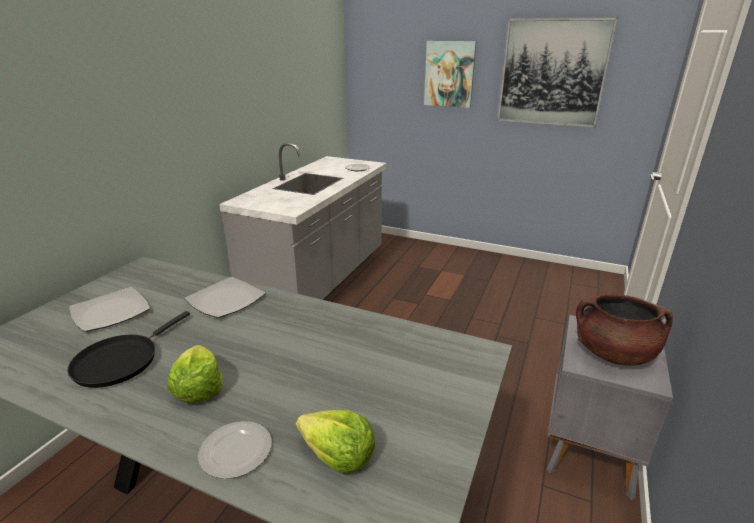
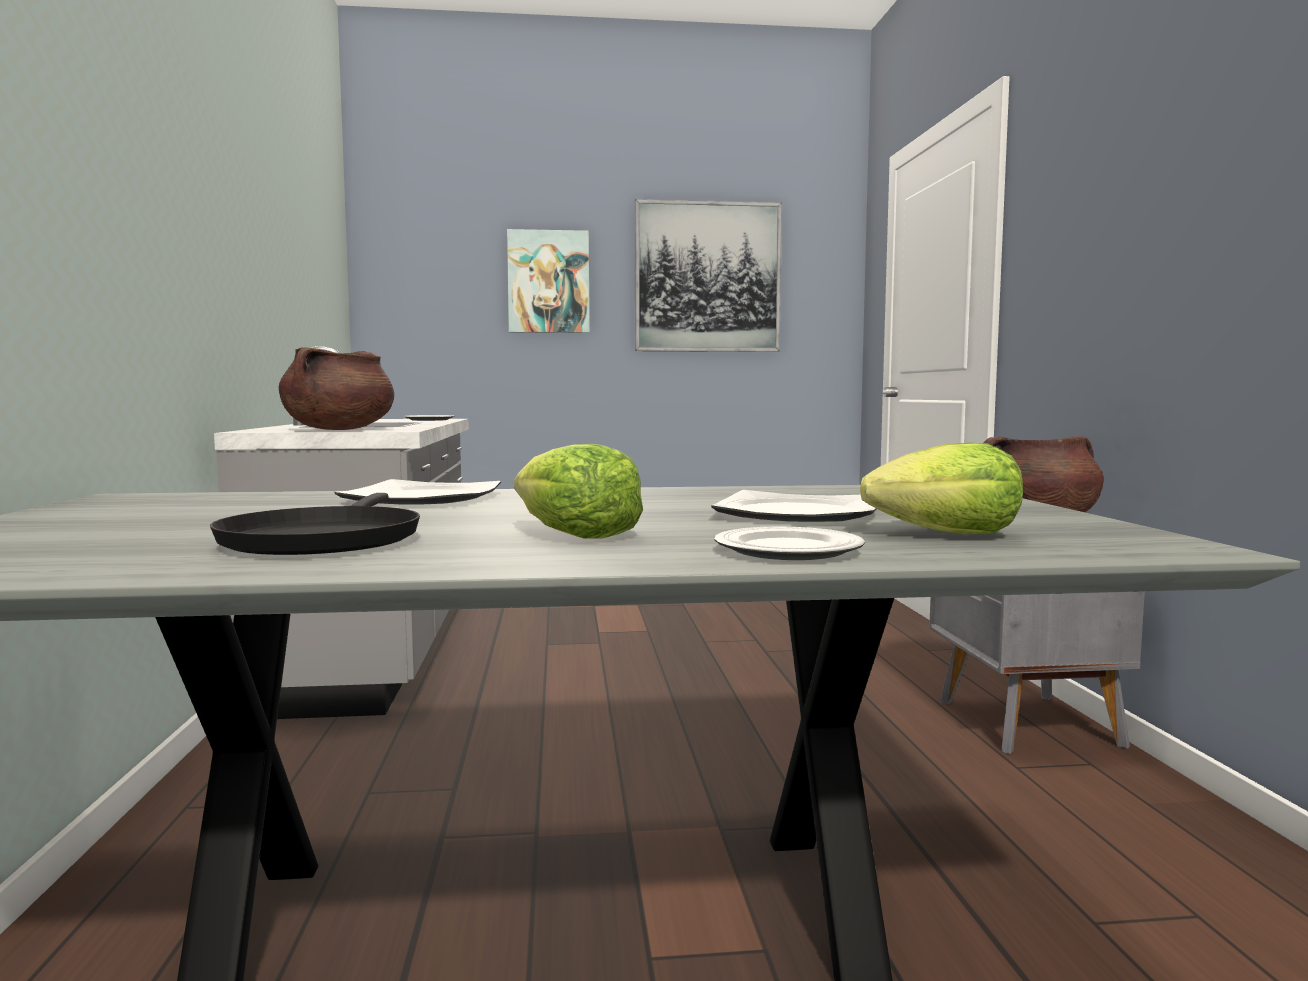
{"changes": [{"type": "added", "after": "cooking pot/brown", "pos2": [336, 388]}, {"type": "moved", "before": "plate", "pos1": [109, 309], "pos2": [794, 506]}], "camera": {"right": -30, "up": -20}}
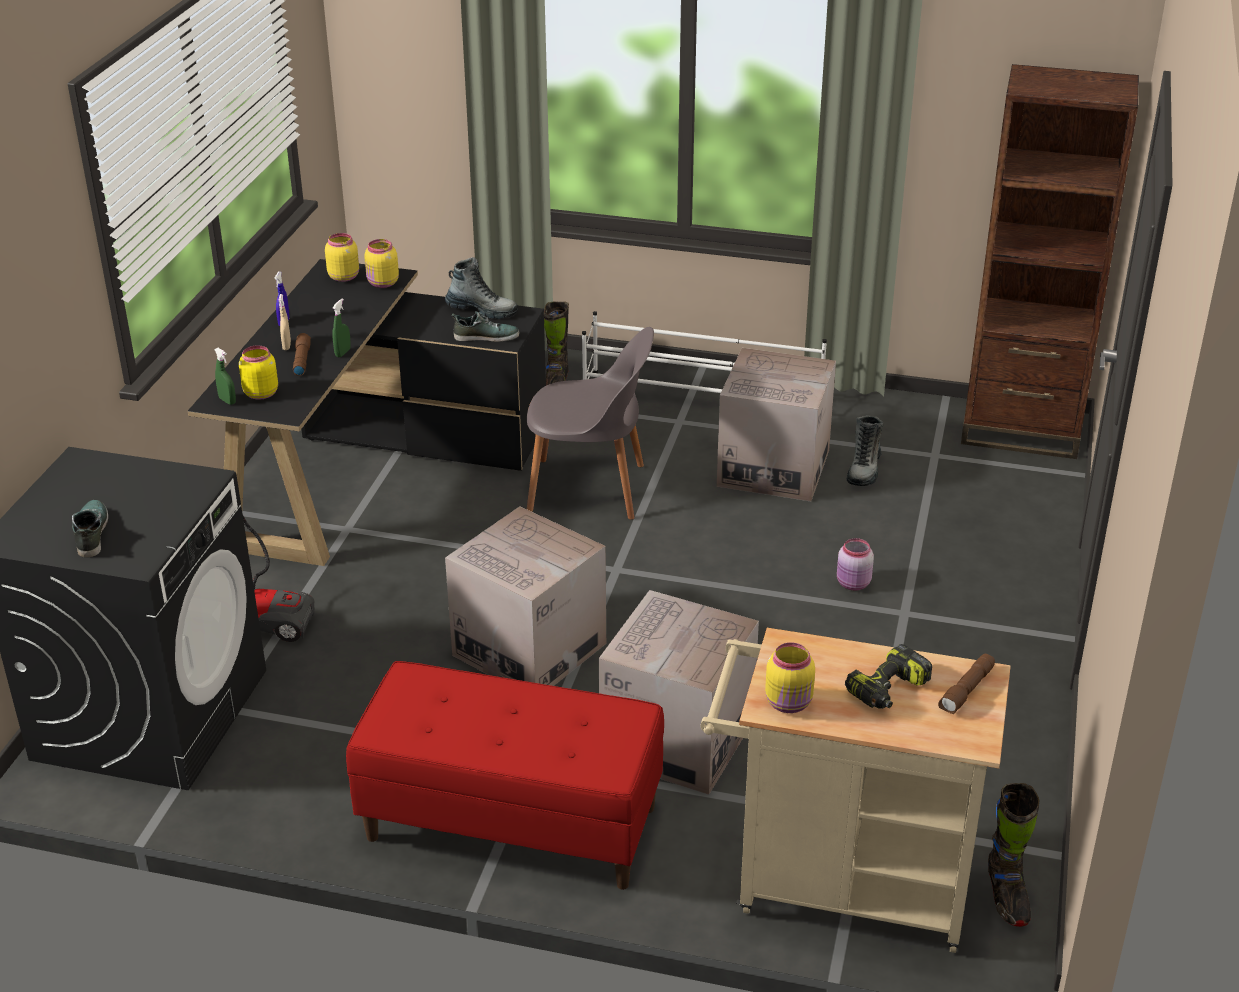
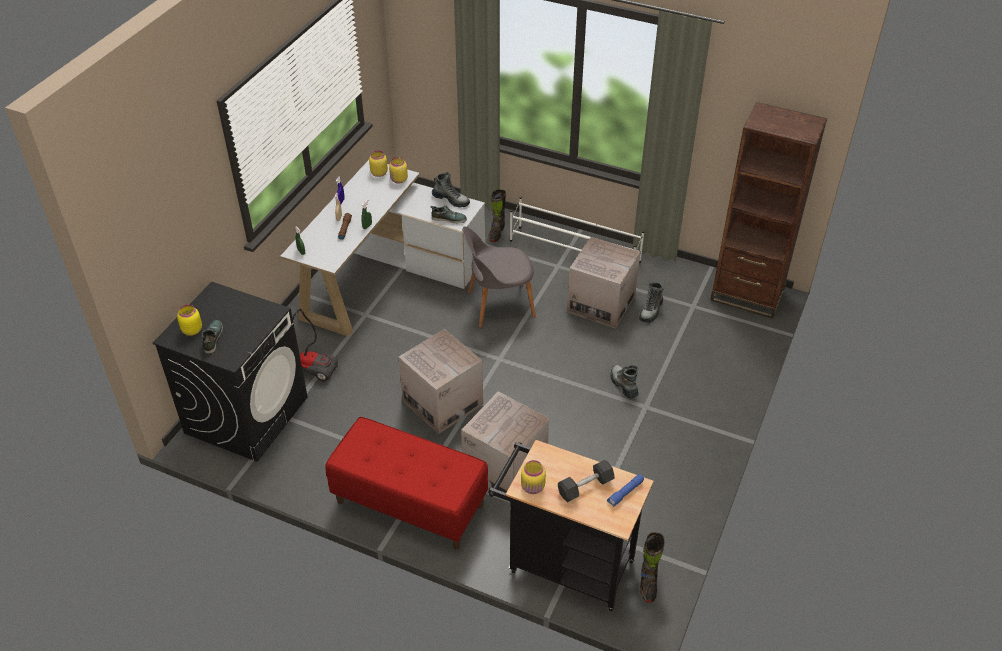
{"changes": [{"type": "moved", "before": "jar/yellow", "pos1": [258, 372], "pos2": [189, 320]}, {"type": "recoloured", "before": "desk/black", "after": "desk/white", "pos1": [367, 412], "pos2": [382, 248]}, {"type": "turned", "before": "chair/grey", "pos1": [590, 423], "pos2": [499, 277], "turn": 150}, {"type": "recoloured", "before": "cart/beige", "after": "cart/black", "pos1": [855, 790], "pos2": [571, 525]}, {"type": "replaced", "before": "power drill", "after": "dumbbell/grey", "pos1": [888, 676], "pos2": [586, 481]}, {"type": "recoloured", "before": "flashlight/brown", "after": "flashlight/blue", "pos1": [966, 684], "pos2": [625, 490]}, {"type": "replaced", "before": "jar/pink", "after": "boot", "pos1": [855, 564], "pos2": [624, 381]}], "camera": {"right": 10, "up": 10}}
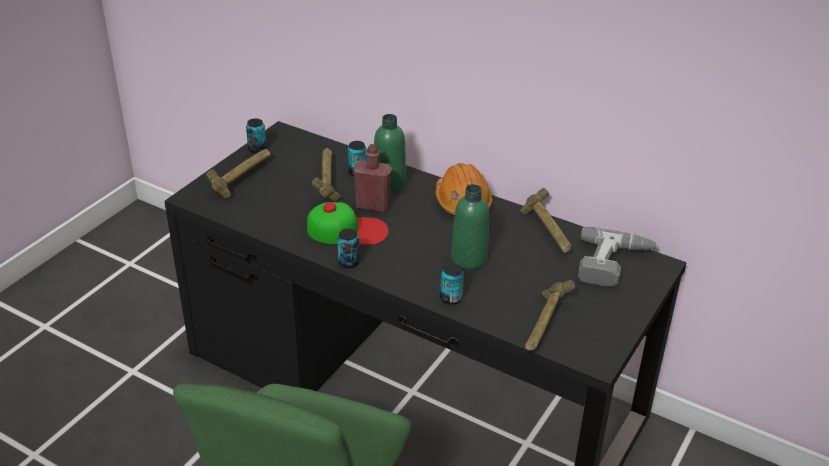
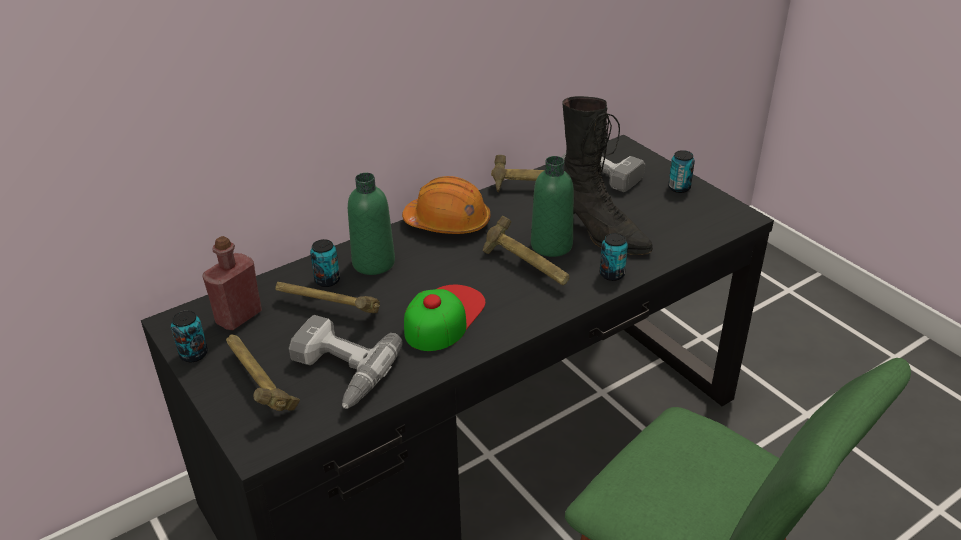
{"changes": [{"type": "moved", "before": "bottle/red", "pos1": [372, 178], "pos2": [232, 283]}, {"type": "added", "after": "power drill", "pos2": [346, 362]}, {"type": "moved", "before": "hammer", "pos1": [550, 315], "pos2": [526, 250]}, {"type": "added", "after": "boot/black", "pos2": [607, 175]}, {"type": "moved", "before": "can", "pos1": [348, 248], "pos2": [681, 171]}], "camera": {"right": -65, "up": 0}}
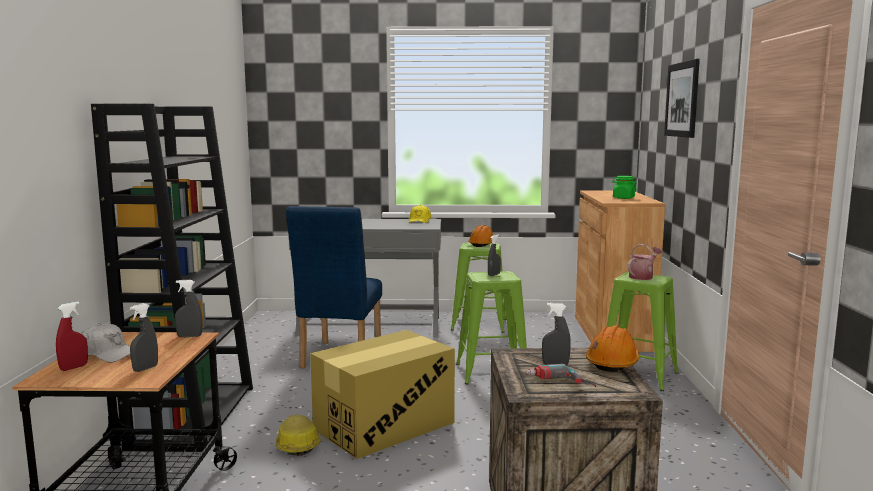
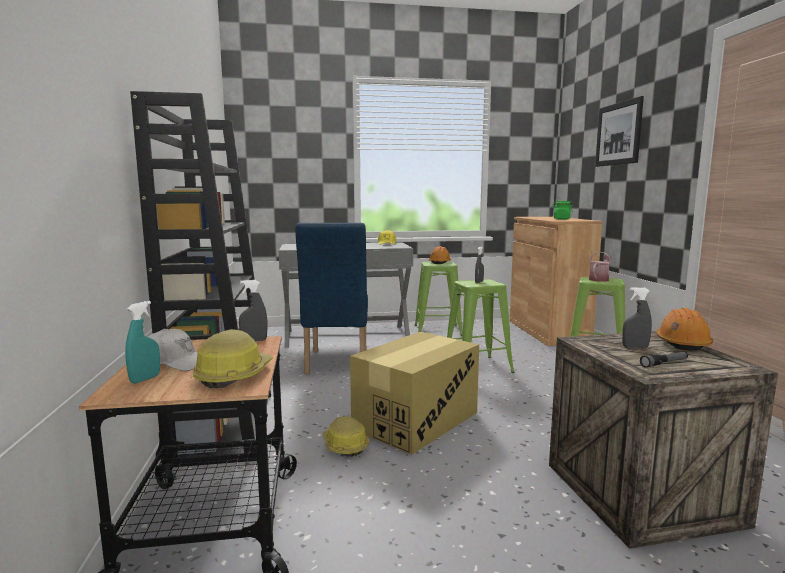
{"changes": [{"type": "recoloured", "before": "spray bottle/red", "after": "spray bottle/turquoise", "pos1": [72, 336], "pos2": [142, 342]}, {"type": "replaced", "before": "spray bottle/grey", "after": "hard hat", "pos1": [144, 337], "pos2": [233, 358]}, {"type": "replaced", "before": "power drill", "after": "flashlight", "pos1": [560, 375], "pos2": [664, 360]}], "camera": {"right": -10, "up": 0}}
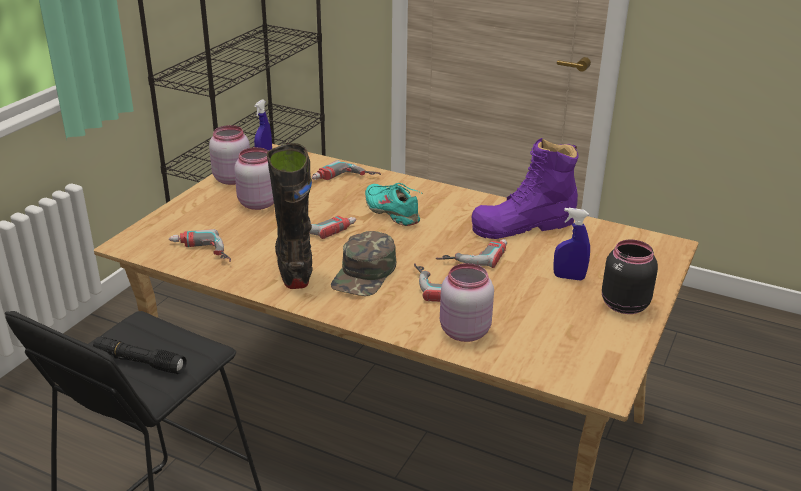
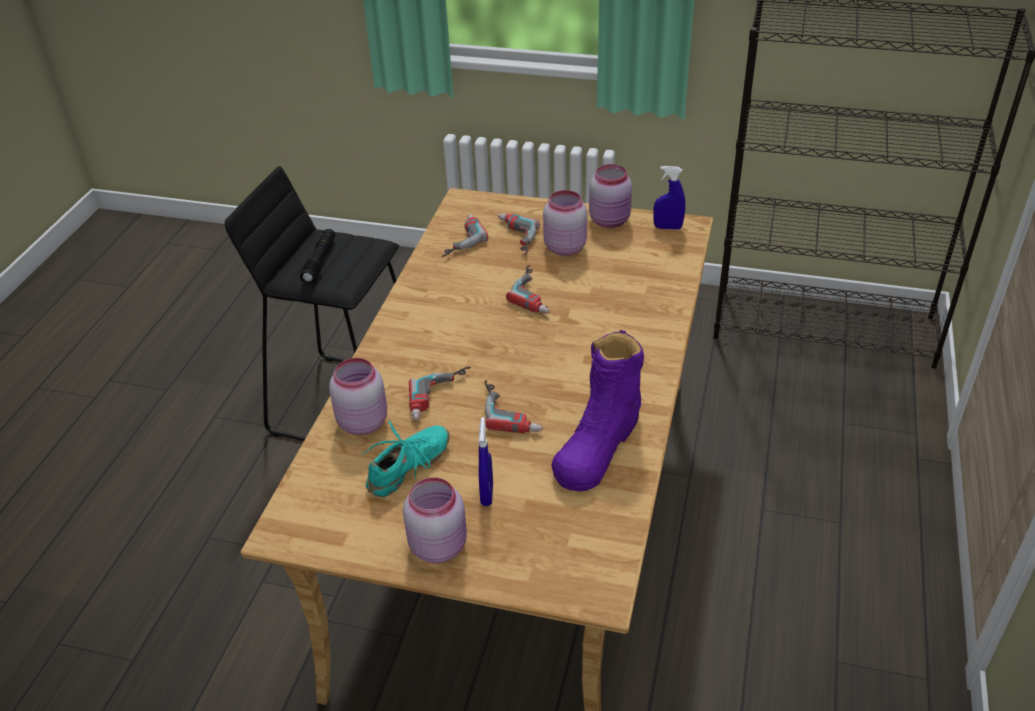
{"changes": [{"type": "moved", "before": "shoe/turquoise", "pos1": [394, 204], "pos2": [406, 459]}, {"type": "recoloured", "before": "jar/black", "after": "jar/pink", "pos1": [630, 277], "pos2": [435, 520]}, {"type": "moved", "before": "power drill", "pos1": [346, 170], "pos2": [519, 234]}, {"type": "turned", "before": "boot/purple", "pos1": [525, 188], "pos2": [597, 411], "turn": -120}, {"type": "removed", "before": "boot/black", "pos1": [290, 216]}, {"type": "removed", "before": "cap/green", "pos1": [363, 263]}], "camera": {"right": 80, "up": 10}}
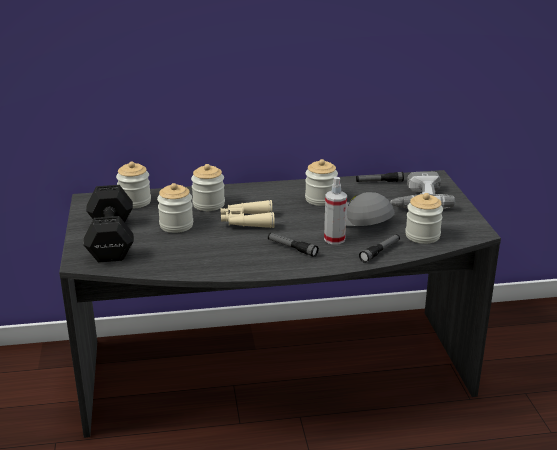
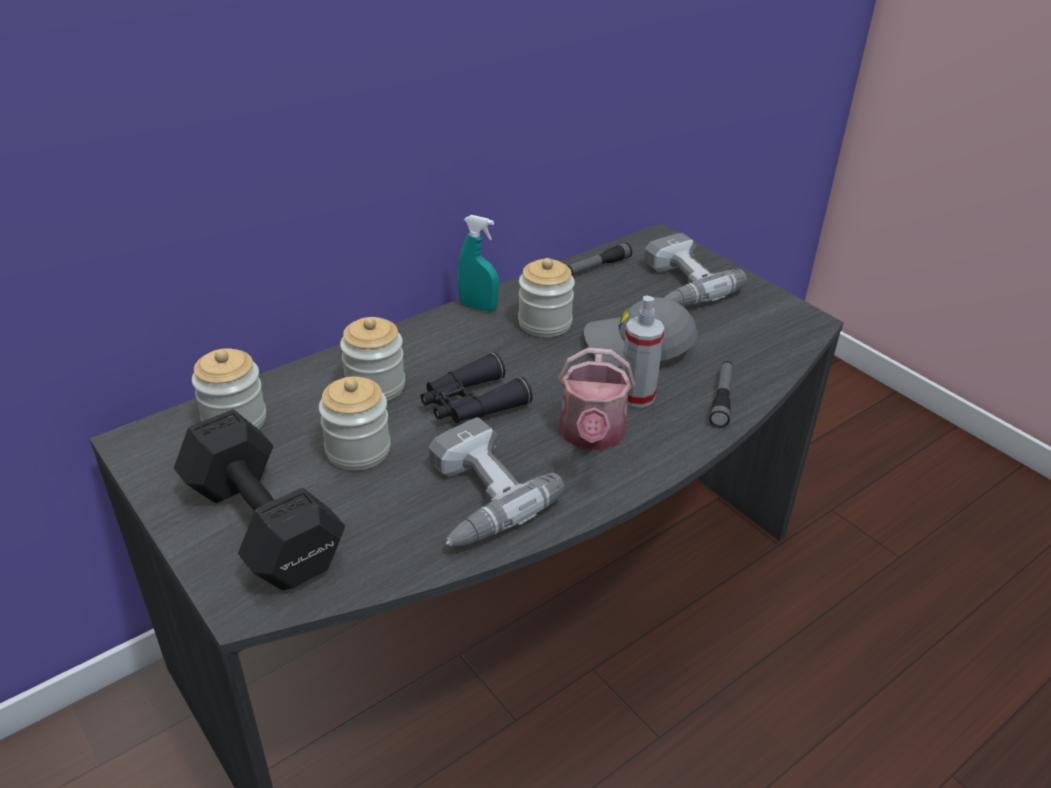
{"changes": [{"type": "recoloured", "before": "binoculars/beige", "after": "binoculars/black", "pos1": [248, 214], "pos2": [477, 387]}, {"type": "added", "after": "power drill", "pos2": [497, 482]}, {"type": "added", "after": "spray bottle/turquoise", "pos2": [478, 263]}, {"type": "replaced", "before": "flashlight", "after": "watering can", "pos1": [293, 245], "pos2": [597, 399]}, {"type": "removed", "before": "jar", "pos1": [424, 218]}], "camera": {"right": -30, "up": 10}}
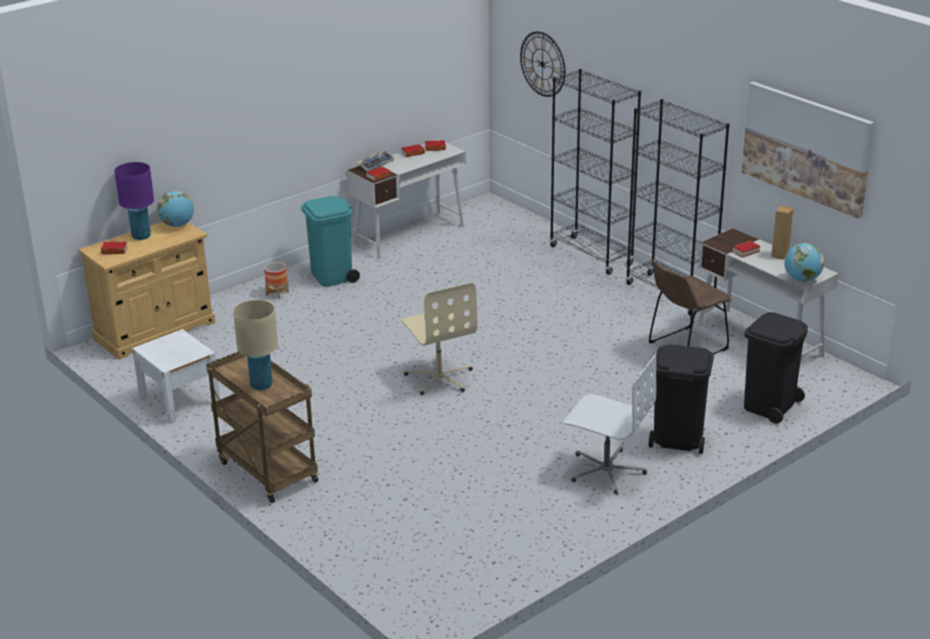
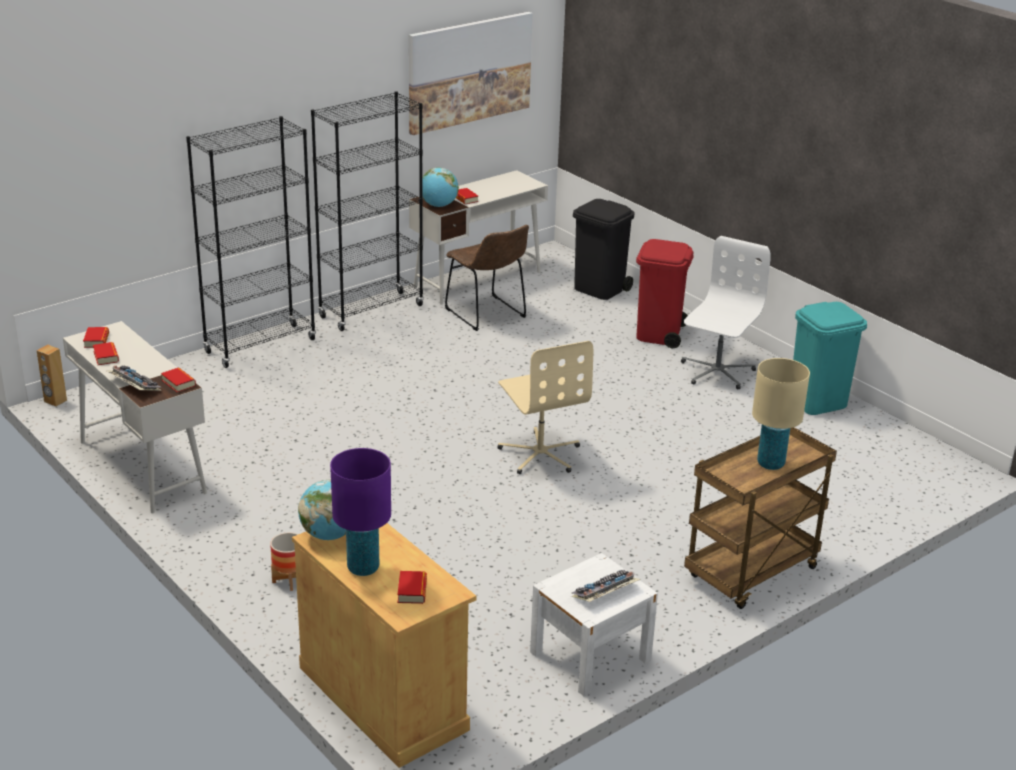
{"changes": [{"type": "moved", "before": "speaker/brown", "pos1": [782, 233], "pos2": [52, 376]}, {"type": "moved", "before": "globe", "pos1": [804, 262], "pos2": [439, 187]}, {"type": "turned", "before": "office chair/beige", "pos1": [439, 338], "pos2": [545, 407], "turn": 90}, {"type": "added", "after": "keyboard", "pos2": [606, 586]}, {"type": "recoloured", "before": "trash can/black", "after": "trash can/red", "pos1": [681, 399], "pos2": [665, 293]}, {"type": "moved", "before": "trash can/turquoise", "pos1": [330, 241], "pos2": [830, 358]}, {"type": "removed", "before": "wall clock", "pos1": [543, 64]}], "camera": {"right": -90, "up": 0}}
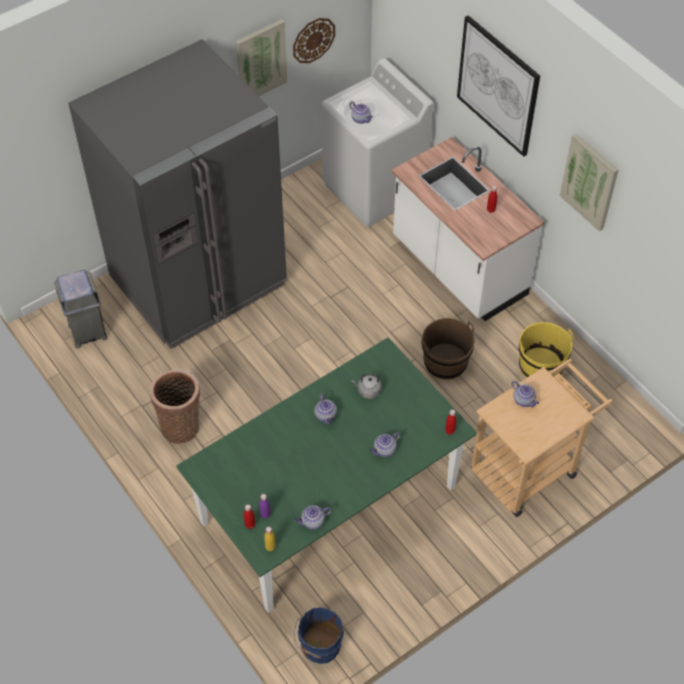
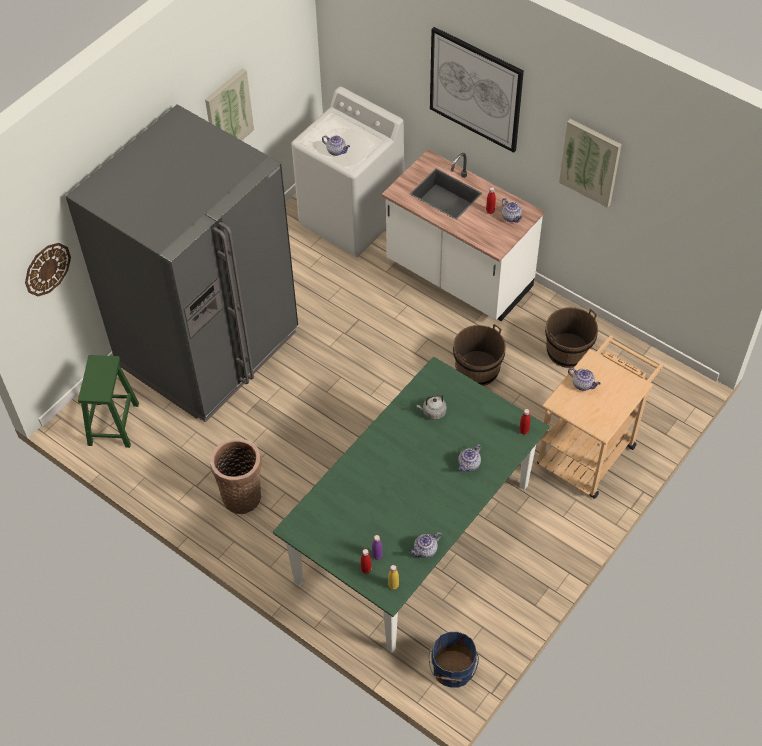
{"changes": [{"type": "moved", "before": "wall clock", "pos1": [314, 40], "pos2": [48, 269]}, {"type": "replaced", "before": "trash can/grey", "after": "stool/green", "pos1": [80, 309], "pos2": [108, 401]}, {"type": "moved", "before": "teapot", "pos1": [325, 408], "pos2": [512, 210]}, {"type": "recoloured", "before": "bucket/yellow", "after": "bucket/brown", "pos1": [546, 350], "pos2": [571, 337]}], "camera": {"right": -15, "up": 0}}
